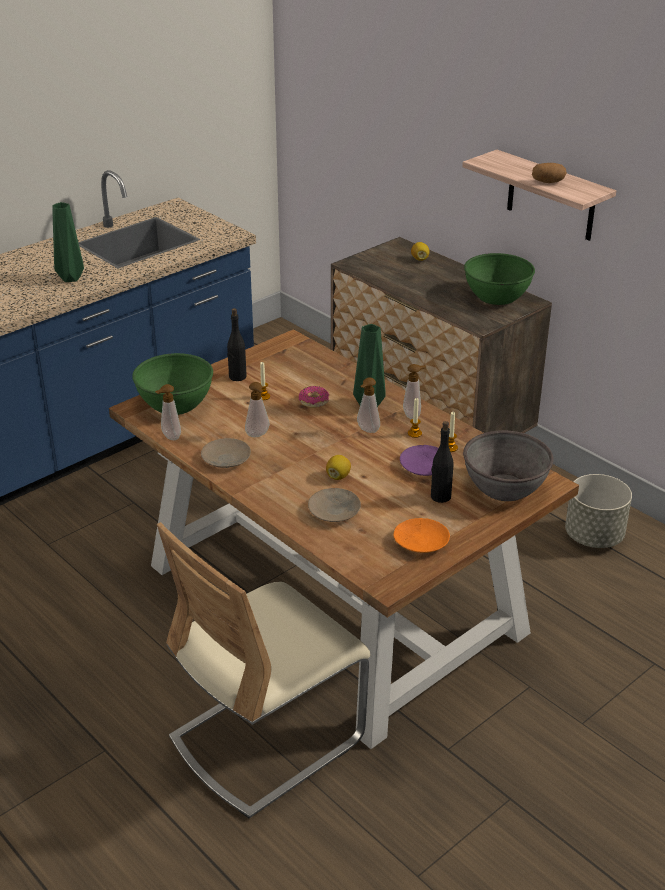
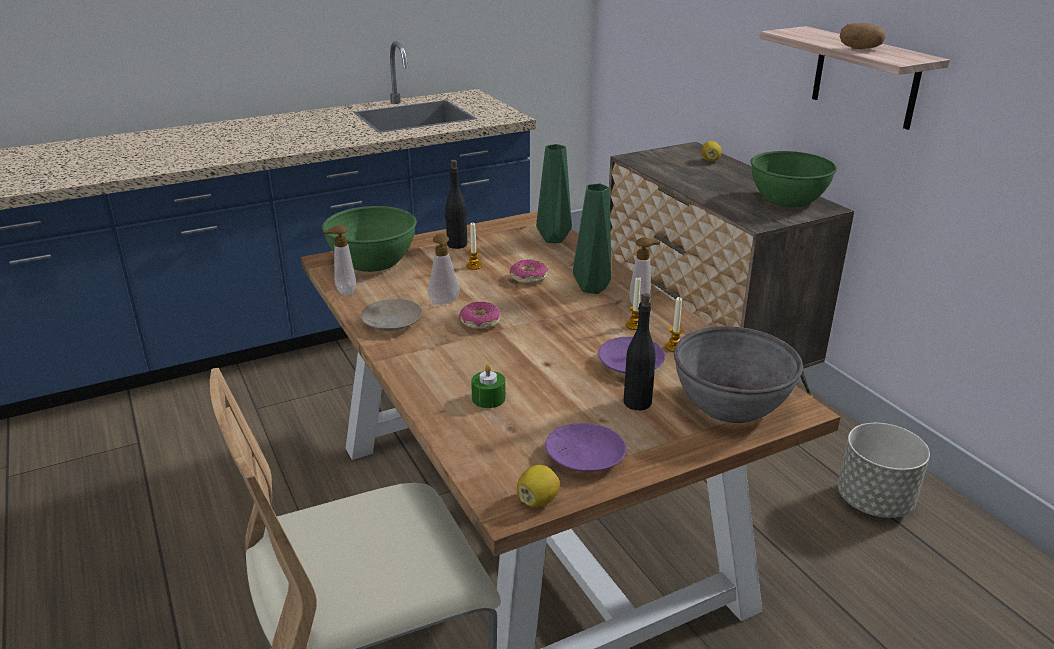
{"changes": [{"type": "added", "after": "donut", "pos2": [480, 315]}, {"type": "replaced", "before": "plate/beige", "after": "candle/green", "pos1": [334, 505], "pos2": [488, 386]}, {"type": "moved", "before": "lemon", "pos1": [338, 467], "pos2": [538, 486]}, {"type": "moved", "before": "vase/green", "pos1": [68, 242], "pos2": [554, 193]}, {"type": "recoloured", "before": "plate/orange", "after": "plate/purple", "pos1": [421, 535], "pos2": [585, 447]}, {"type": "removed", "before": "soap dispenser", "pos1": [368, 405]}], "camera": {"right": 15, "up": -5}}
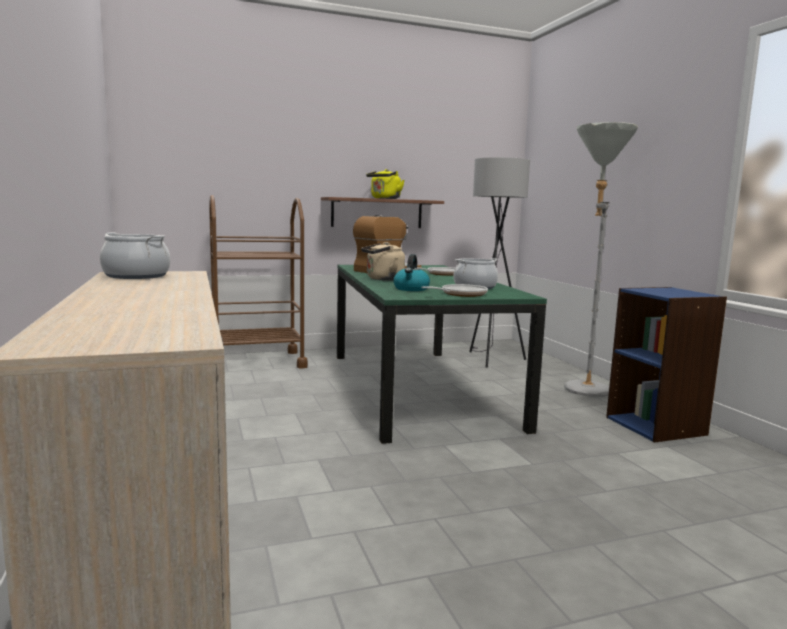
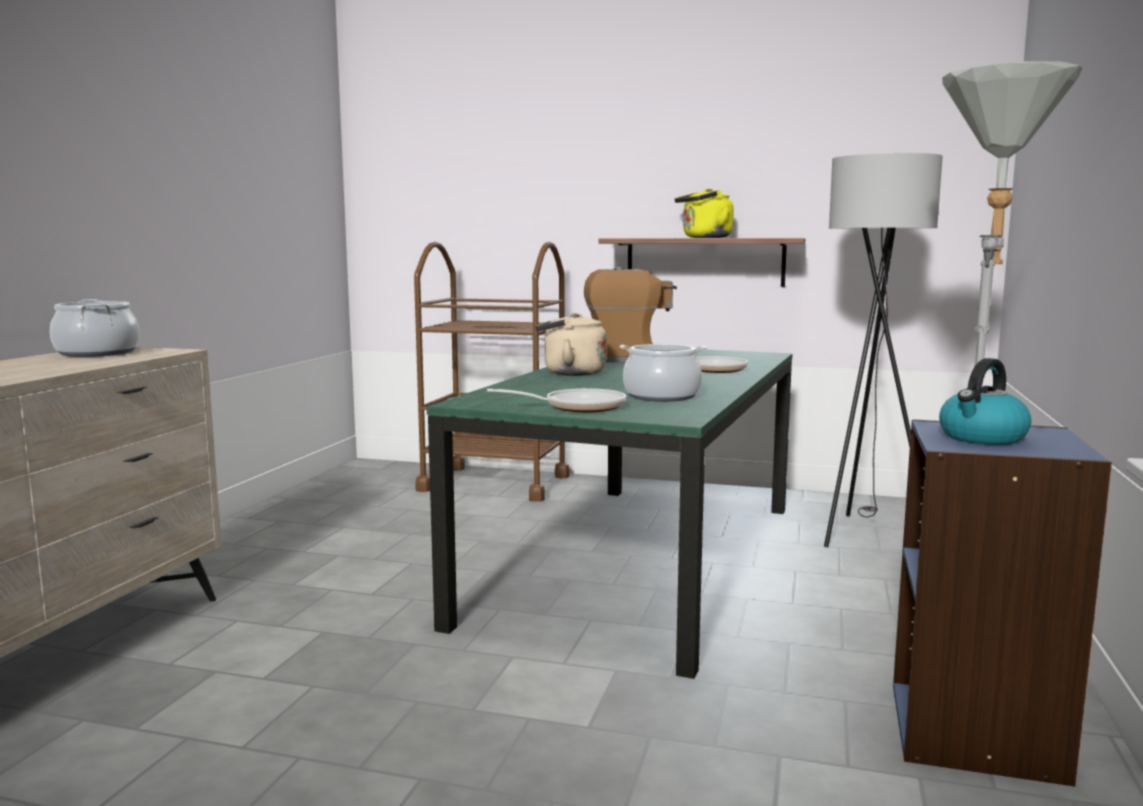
{"changes": [{"type": "moved", "before": "kettle", "pos1": [411, 272], "pos2": [985, 401]}], "camera": {"right": 35, "up": 0}}
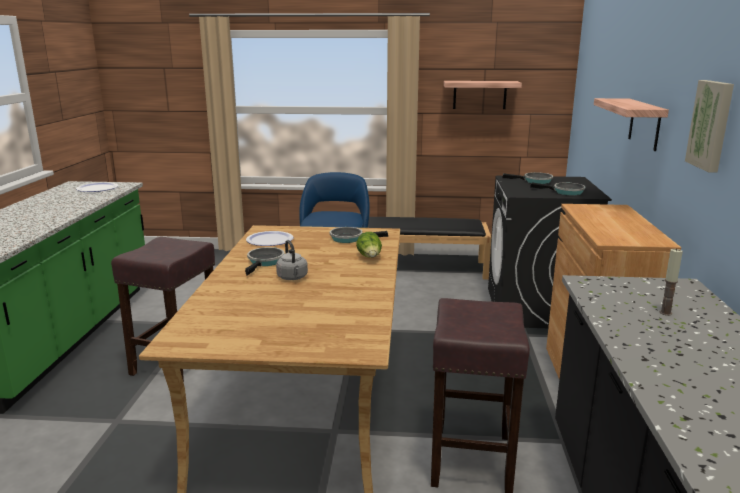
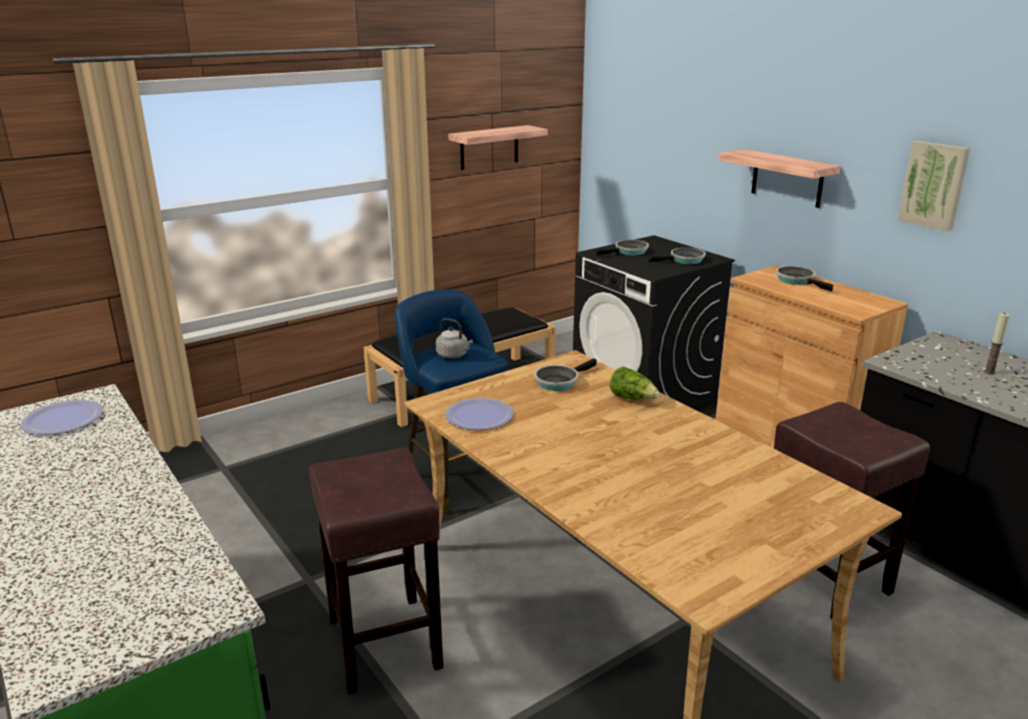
{"changes": [{"type": "moved", "before": "kettle/grey", "pos1": [292, 260], "pos2": [454, 338]}, {"type": "moved", "before": "frying pan", "pos1": [264, 261], "pos2": [804, 279]}], "camera": {"right": -40, "up": 5}}
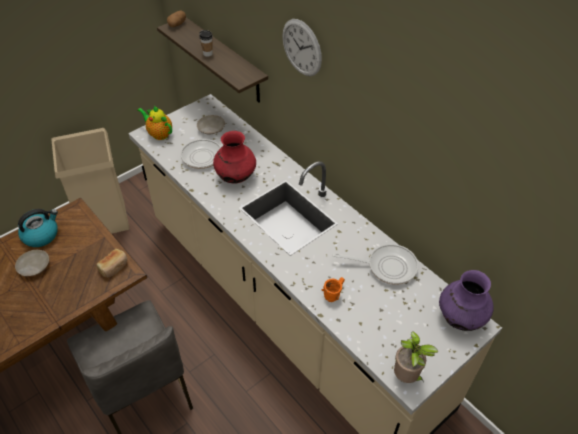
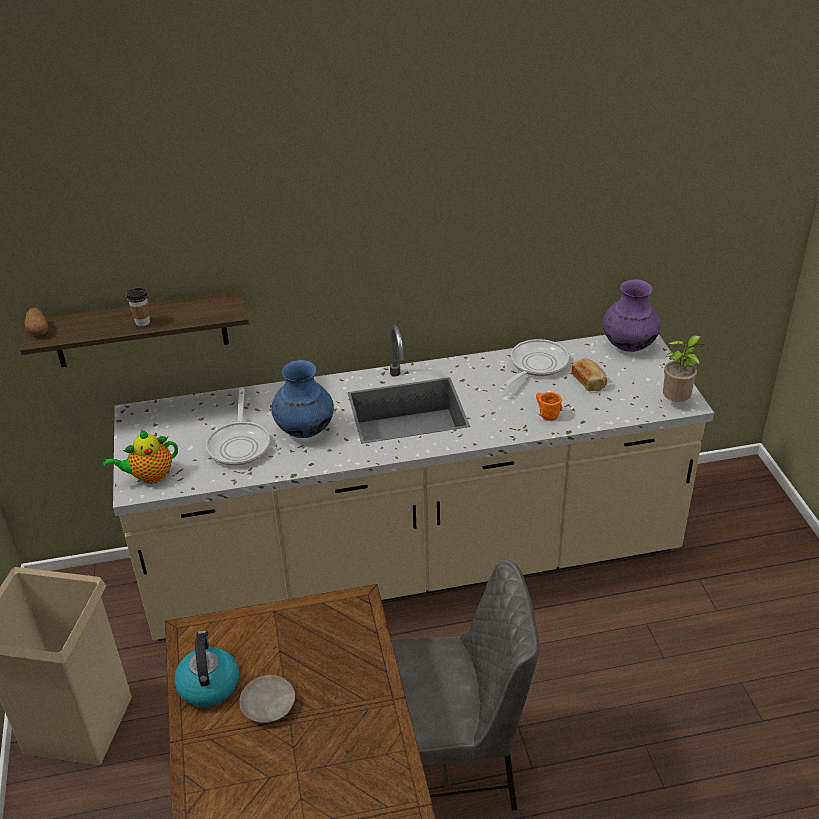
{"changes": [{"type": "recoloured", "before": "vase/red", "after": "vase/blue", "pos1": [234, 157], "pos2": [302, 399]}, {"type": "moved", "before": "bread", "pos1": [112, 263], "pos2": [589, 374]}, {"type": "removed", "before": "plate/beige", "pos1": [211, 124]}, {"type": "removed", "before": "wall clock", "pos1": [302, 47]}], "camera": {"right": -60, "up": -10}}
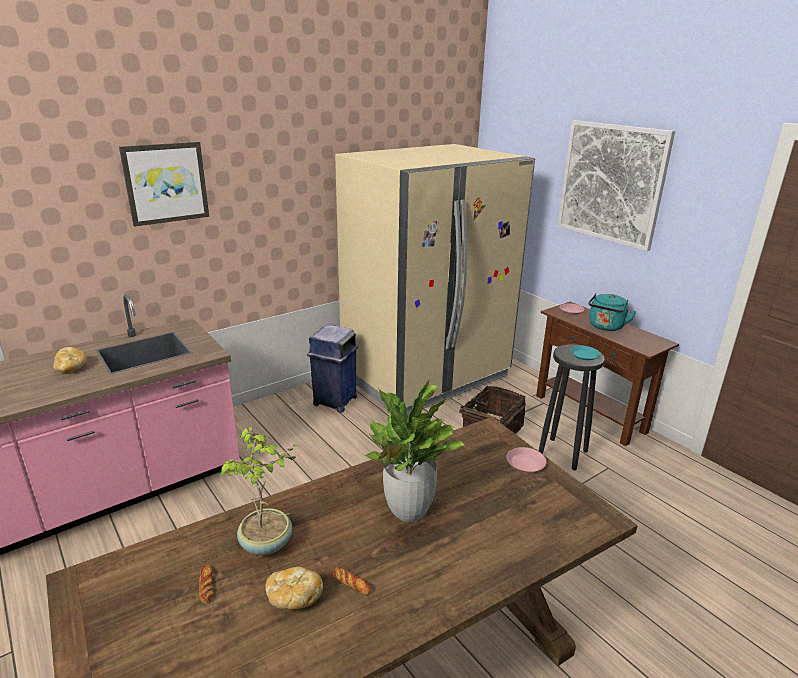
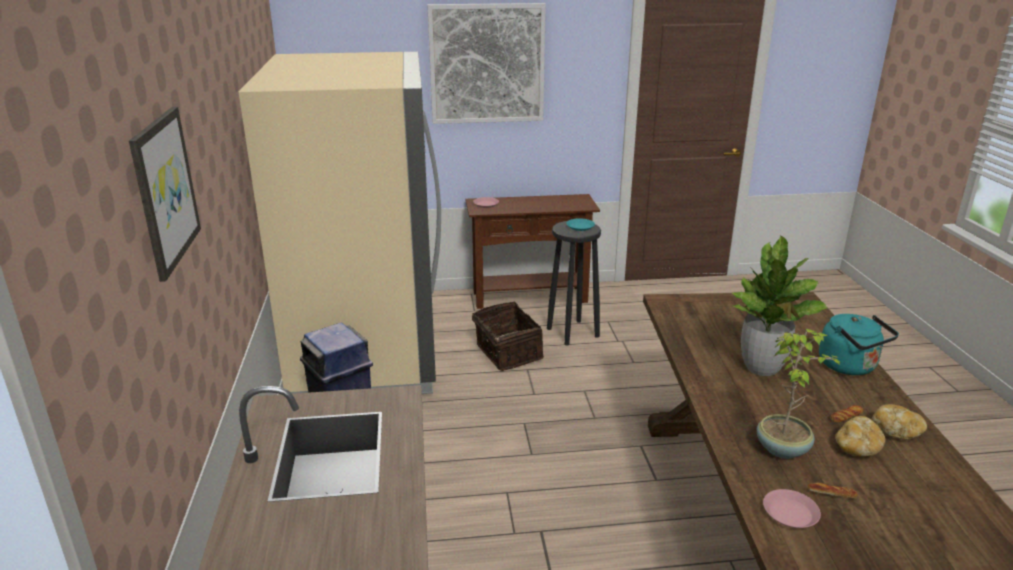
{"changes": [{"type": "moved", "before": "plate/pink", "pos1": [526, 460], "pos2": [792, 508]}, {"type": "moved", "before": "kettle/turquoise", "pos1": [613, 312], "pos2": [859, 344]}, {"type": "moved", "before": "bread", "pos1": [70, 360], "pos2": [899, 422]}], "camera": {"right": -60, "up": 0}}
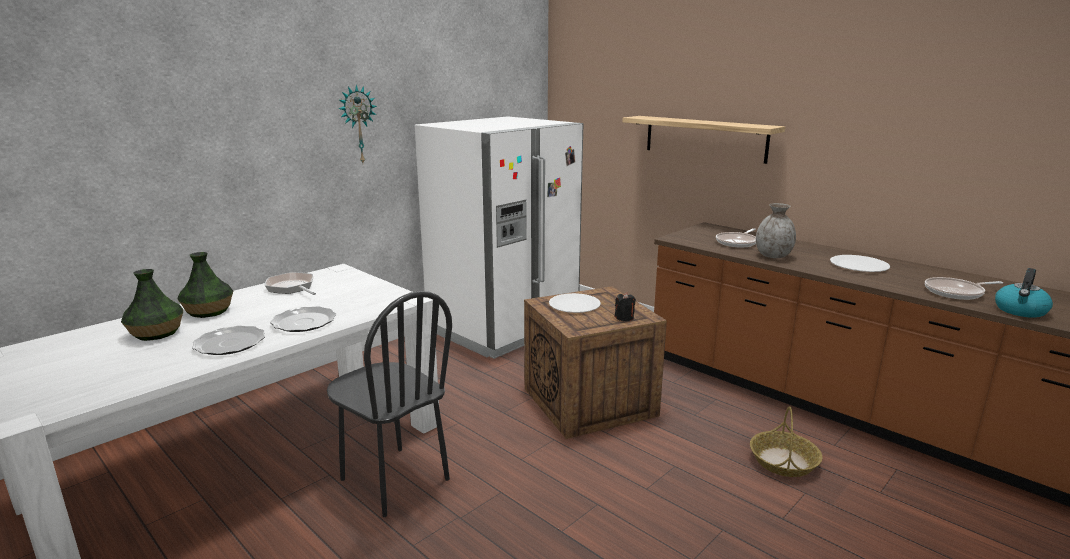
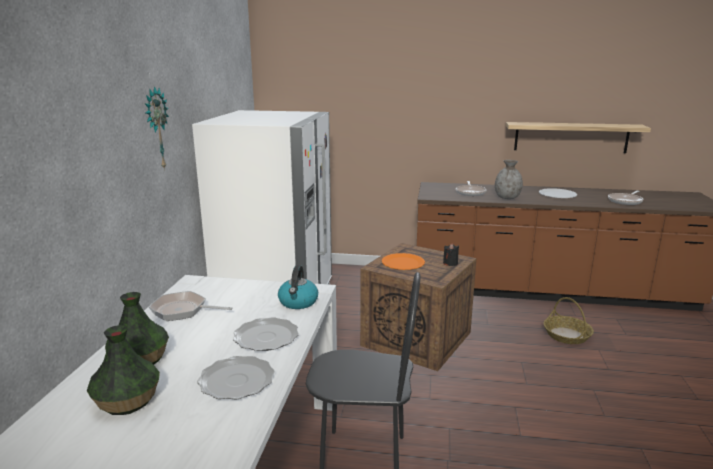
{"changes": [{"type": "moved", "before": "kettle", "pos1": [1024, 293], "pos2": [298, 287]}, {"type": "recoloured", "before": "plate/white", "after": "plate/orange", "pos1": [575, 303], "pos2": [403, 261]}, {"type": "moved", "before": "shelf", "pos1": [703, 140], "pos2": [578, 137]}], "camera": {"right": -35, "up": 0}}
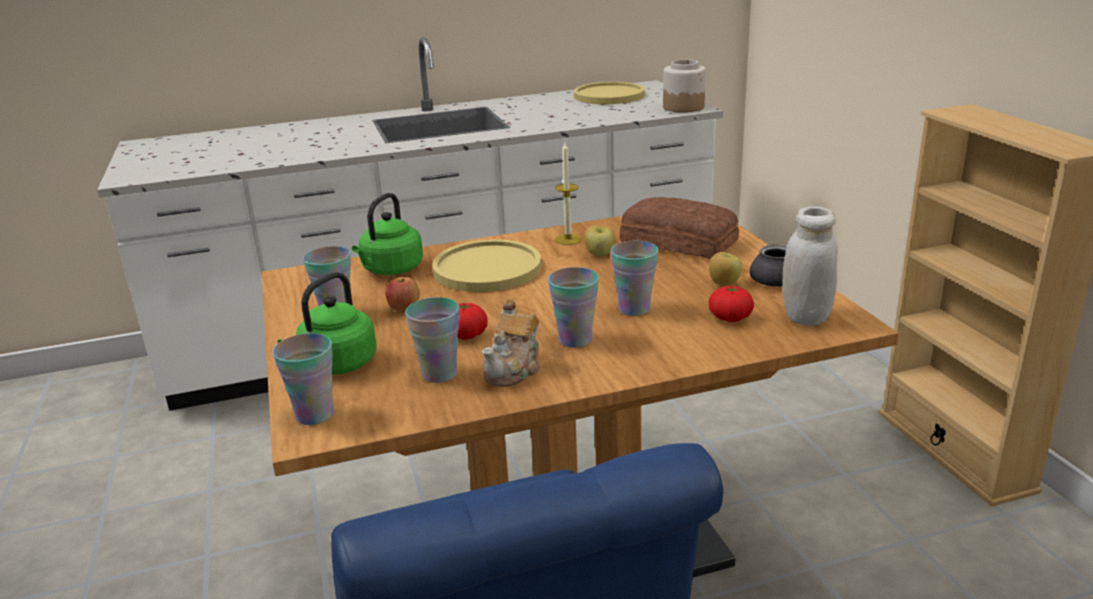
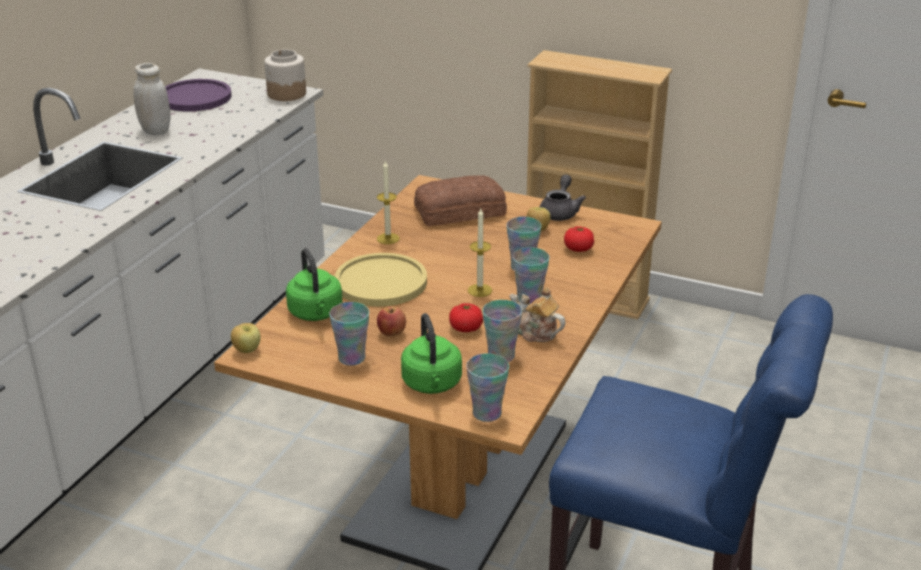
{"changes": [{"type": "moved", "before": "jar/white", "pos1": [810, 266], "pos2": [152, 99]}, {"type": "recoloured", "before": "plate/yellow", "after": "plate/purple", "pos1": [609, 93], "pos2": [198, 95]}, {"type": "moved", "before": "apple", "pos1": [599, 240], "pos2": [246, 338]}, {"type": "added", "after": "candle", "pos2": [480, 253]}, {"type": "turned", "before": "teapot", "pos1": [511, 342], "pos2": [537, 314], "turn": 150}], "camera": {"right": -50, "up": 5}}
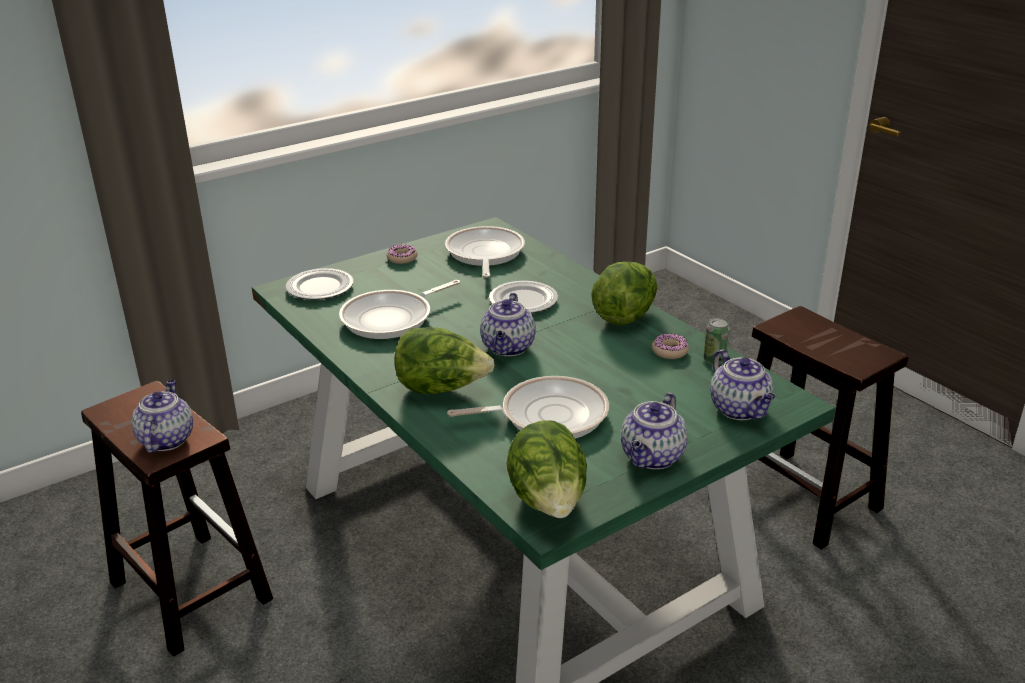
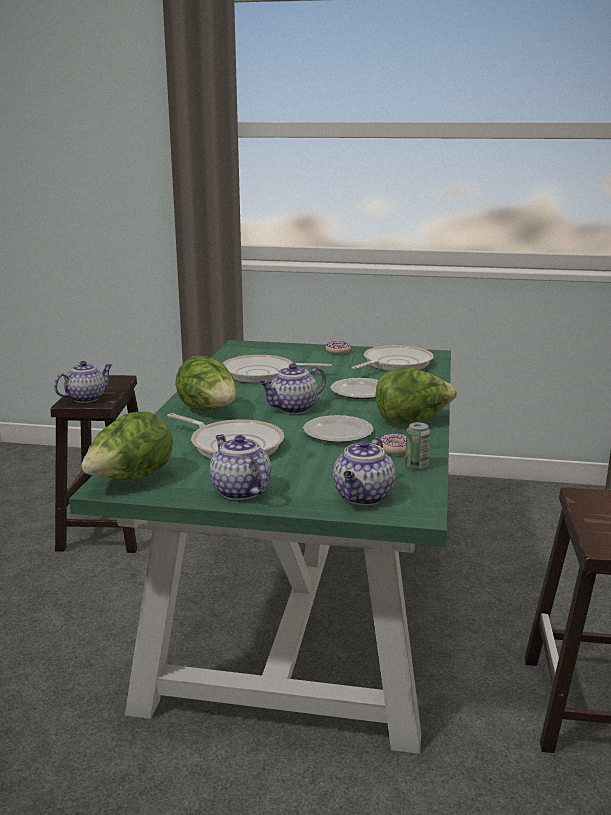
{"changes": [{"type": "turned", "before": "teapot", "pos1": [654, 431], "pos2": [240, 467], "turn": 75}, {"type": "moved", "before": "plate", "pos1": [320, 284], "pos2": [338, 429]}], "camera": {"right": 45, "up": -10}}
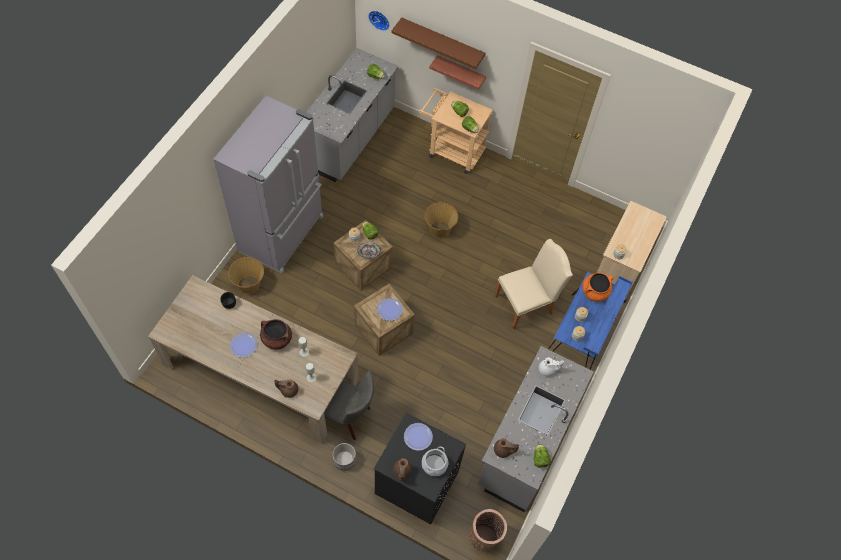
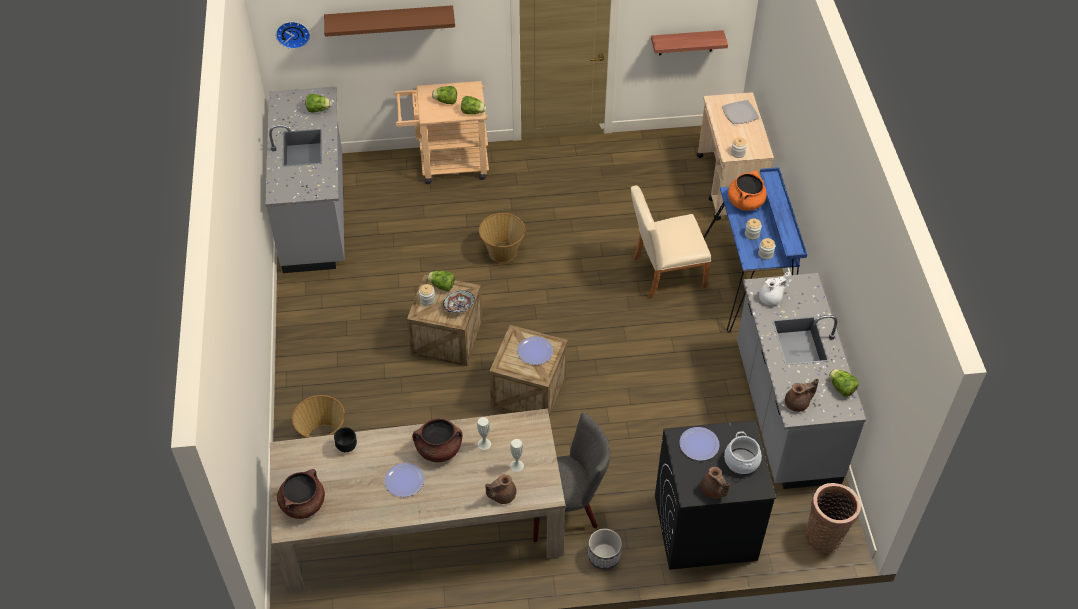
{"changes": [{"type": "added", "after": "cooking pot/brown", "pos2": [301, 494]}, {"type": "turned", "before": "chair/beige", "pos1": [534, 284], "pos2": [671, 242], "turn": -135}, {"type": "moved", "before": "shelf", "pos1": [457, 72], "pos2": [689, 42]}, {"type": "added", "after": "plate", "pos2": [740, 112]}, {"type": "removed", "before": "fridge/grey", "pos1": [268, 185]}], "camera": {"right": -30, "up": -10}}
